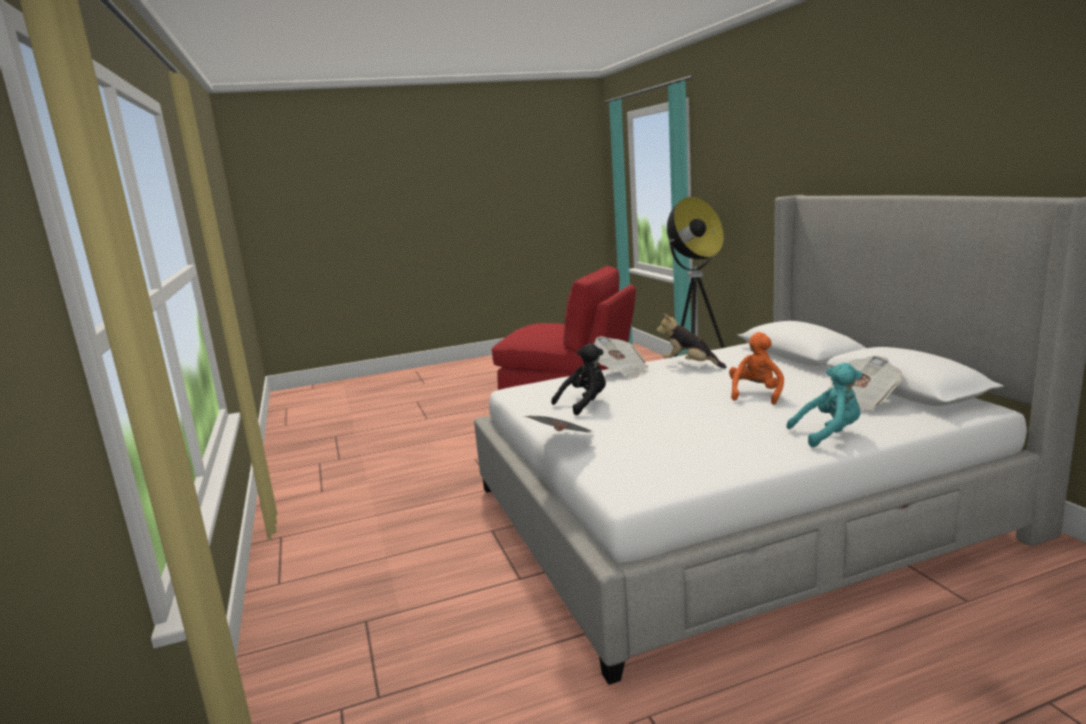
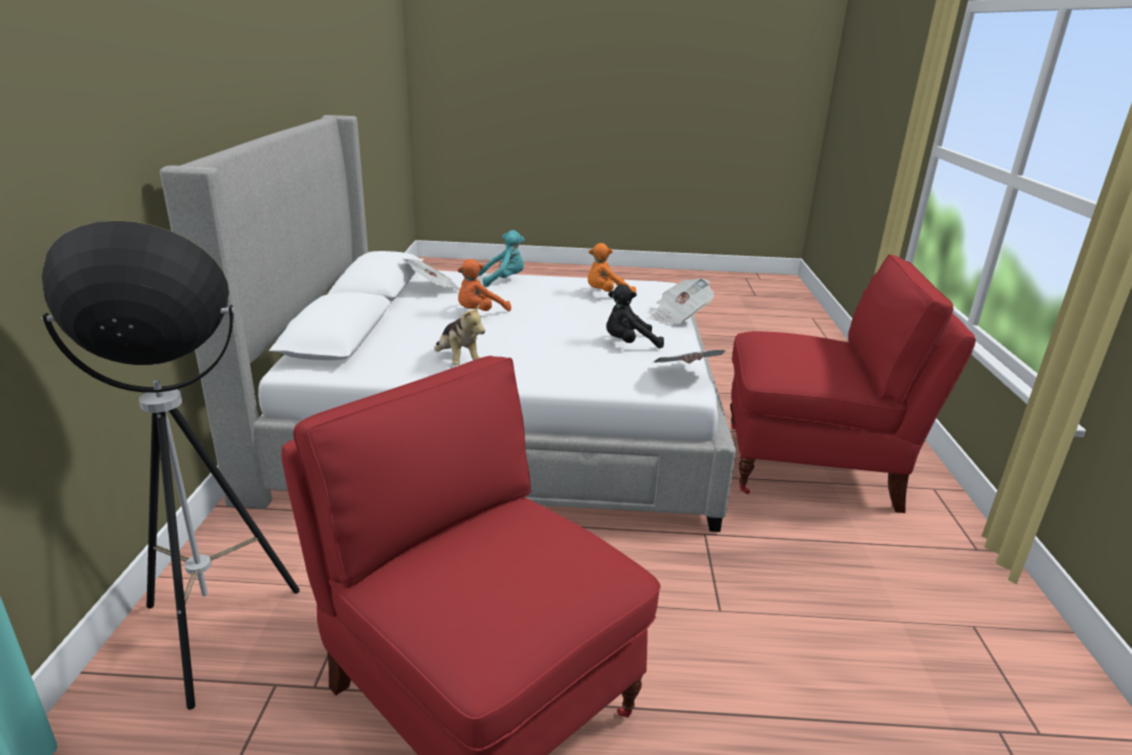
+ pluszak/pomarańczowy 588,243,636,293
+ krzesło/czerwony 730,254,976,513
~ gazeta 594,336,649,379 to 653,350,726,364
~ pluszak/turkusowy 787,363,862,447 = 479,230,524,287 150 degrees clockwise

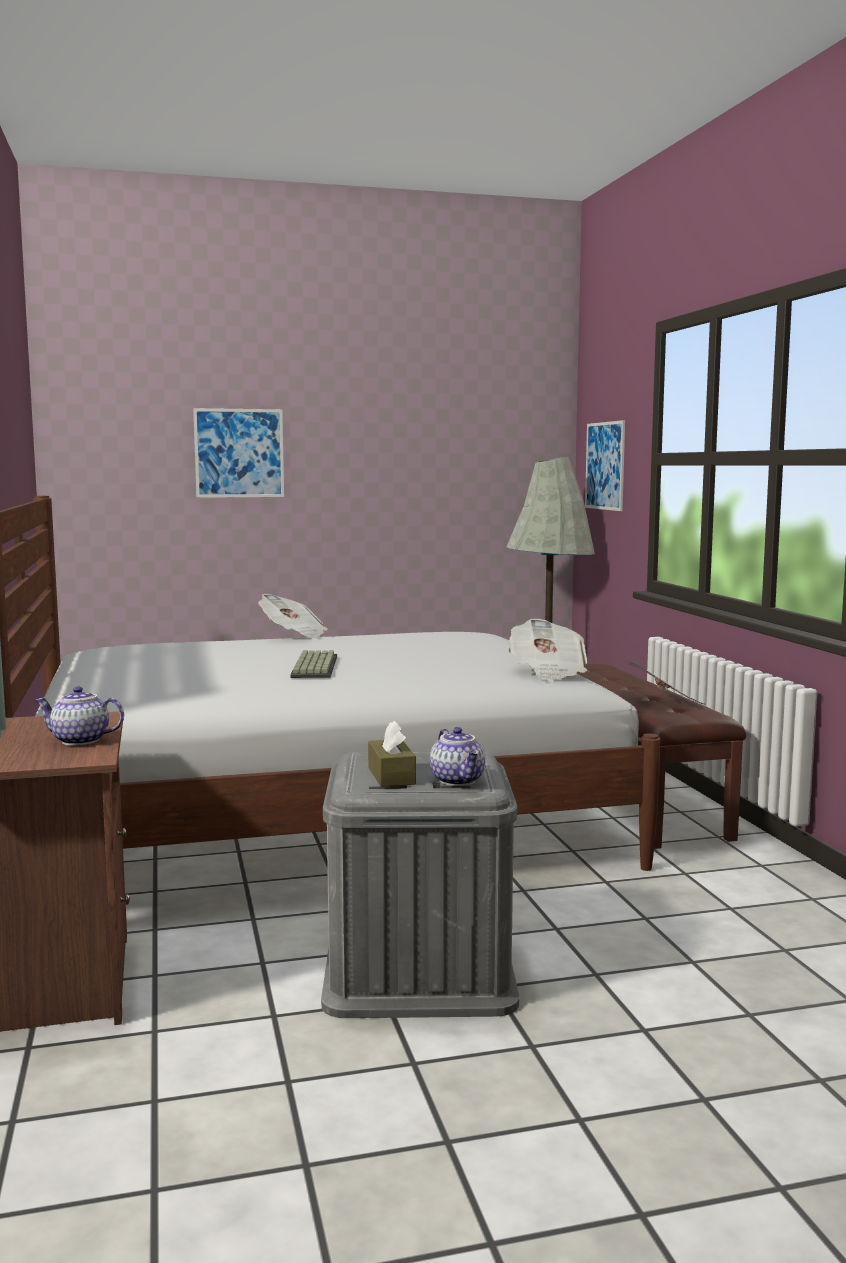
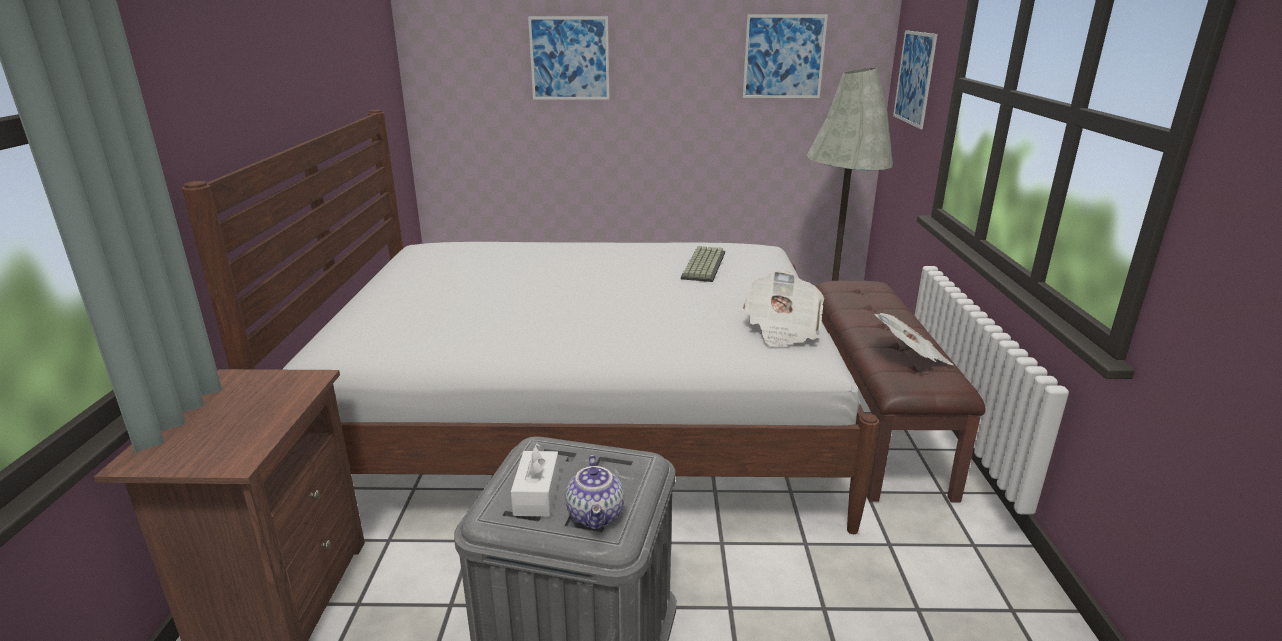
- imbryk 35,686,124,746
- gazeta 258,594,327,639
+ obraz 743,15,828,98
~ klawiatura 291,650,337,678 to 681,246,725,282
~ pudełko chusteczek/brązowy 368,721,416,787 to pudełko chusteczek/biały 511,443,559,517

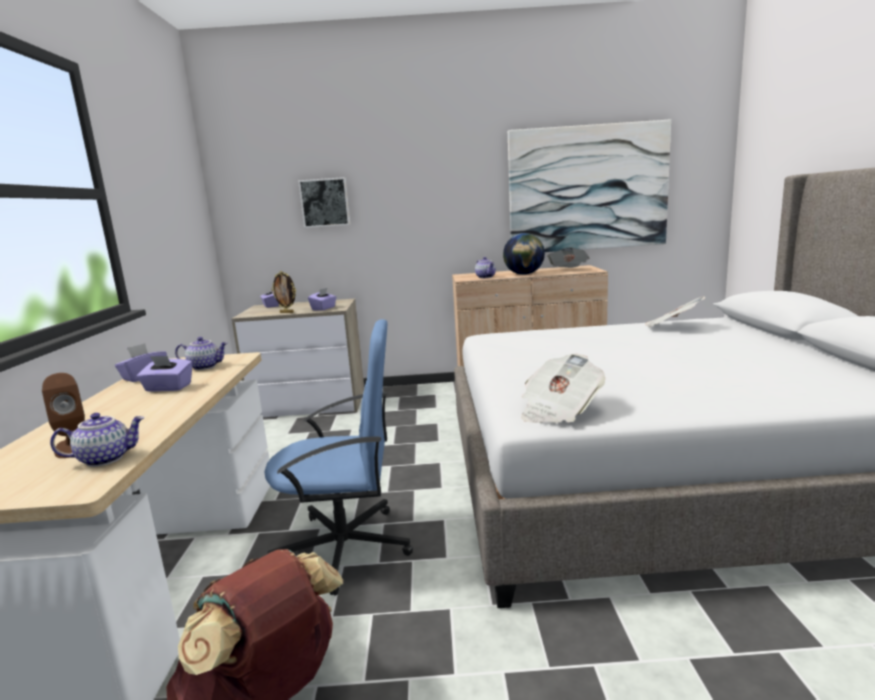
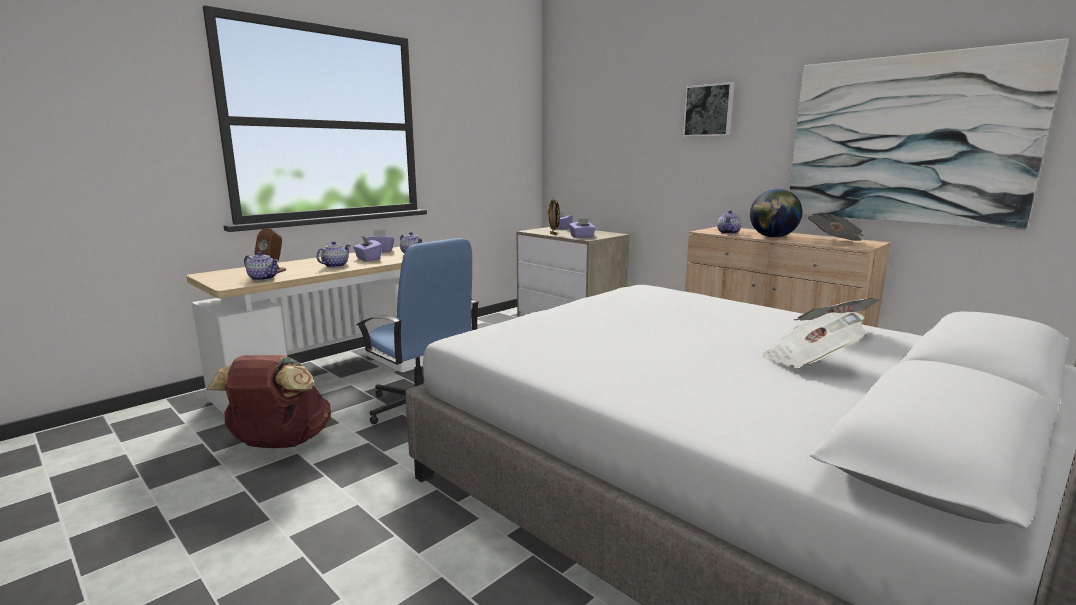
+ imbryk 316,241,350,268
~ obraz 298,177,350,228 to 683,82,734,137
~ gazeta 521,354,605,423 to 763,312,866,368

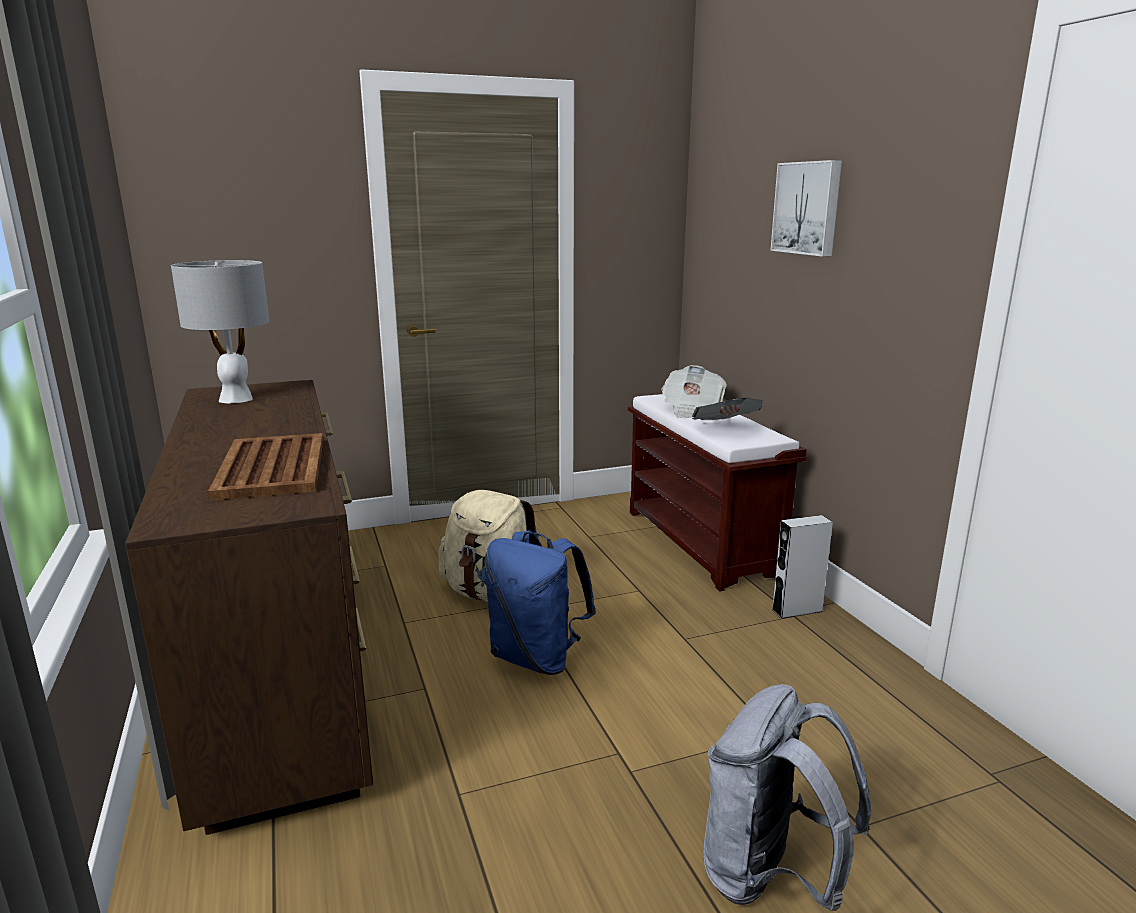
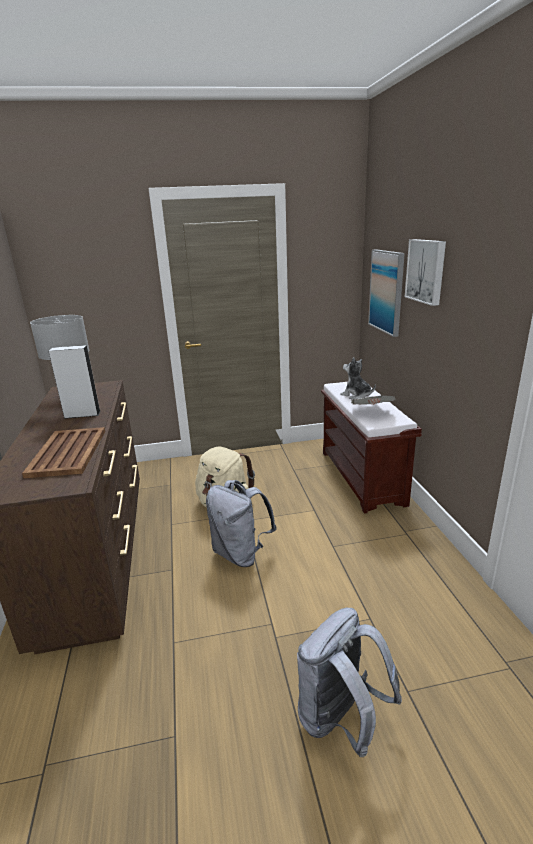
+ obraz 368,249,405,337
~ głośnik/szary 771,515,833,619 to 49,345,101,419
~ gazeta 661,365,727,418 to pluszak 340,357,376,399
~ plecak/niebieski 484,530,596,675 to plecak/szary 206,480,277,567

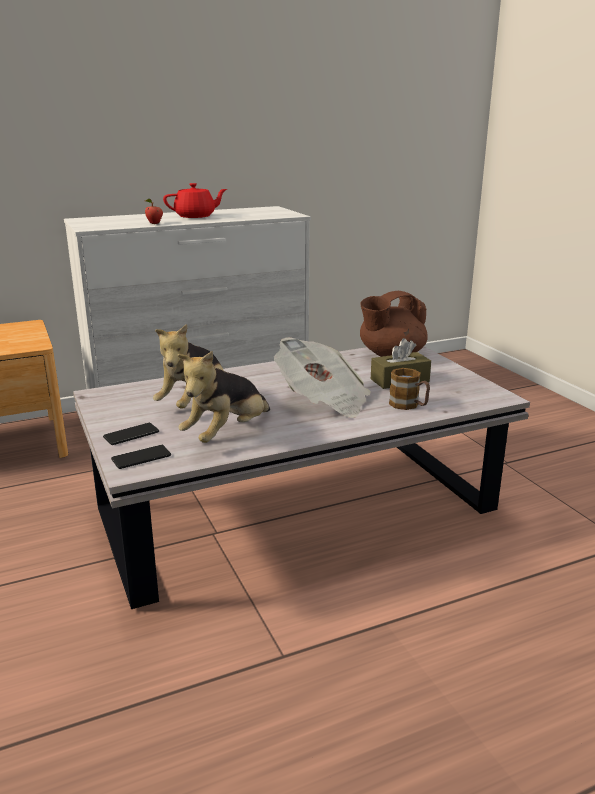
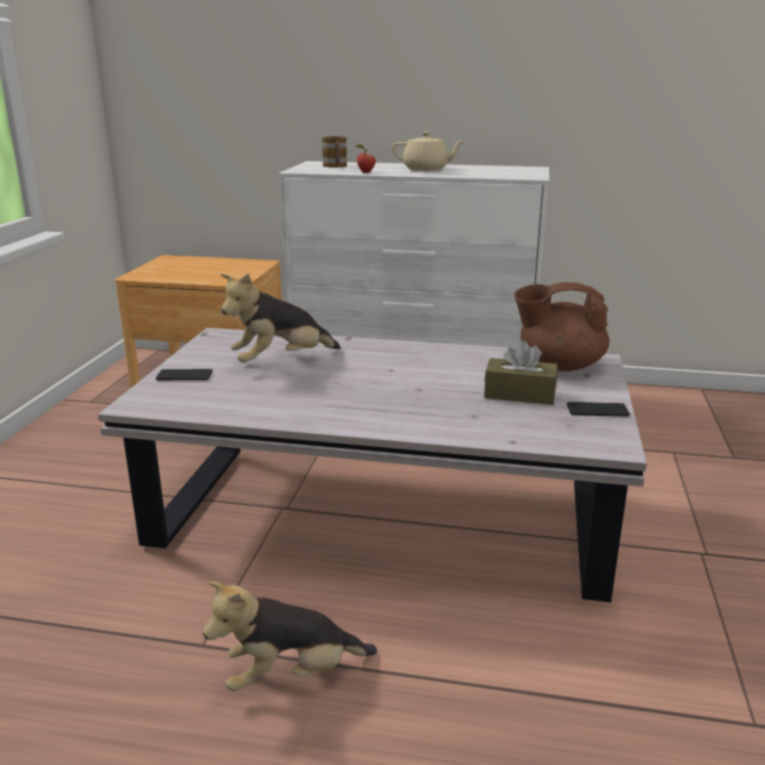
- gazeta 274,337,371,418
~ telefon 111,445,171,469 to 567,402,630,417
~ pluszak 178,351,270,443 to 203,581,377,691
~ kubek 389,368,430,410 to 322,136,347,168
~ imbryk/czerwony 163,183,227,218 to imbryk/beżowy 392,131,465,171

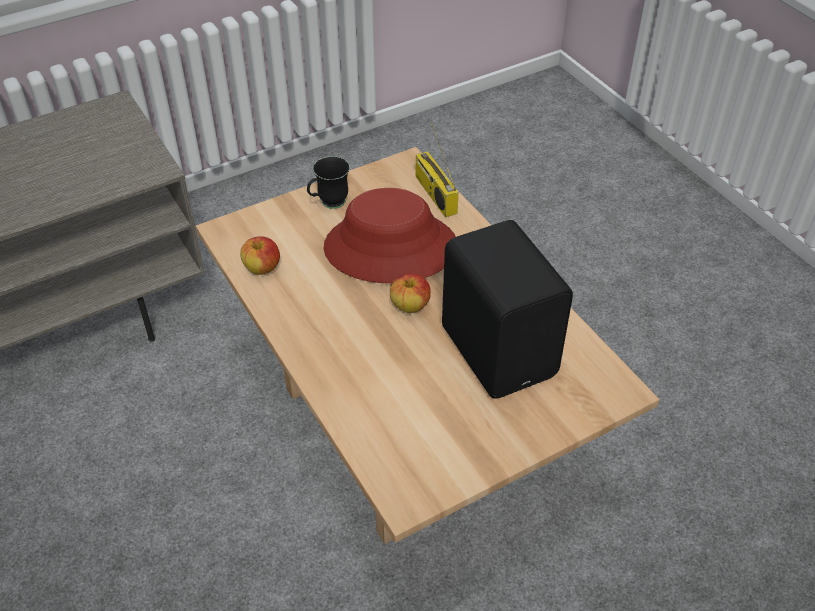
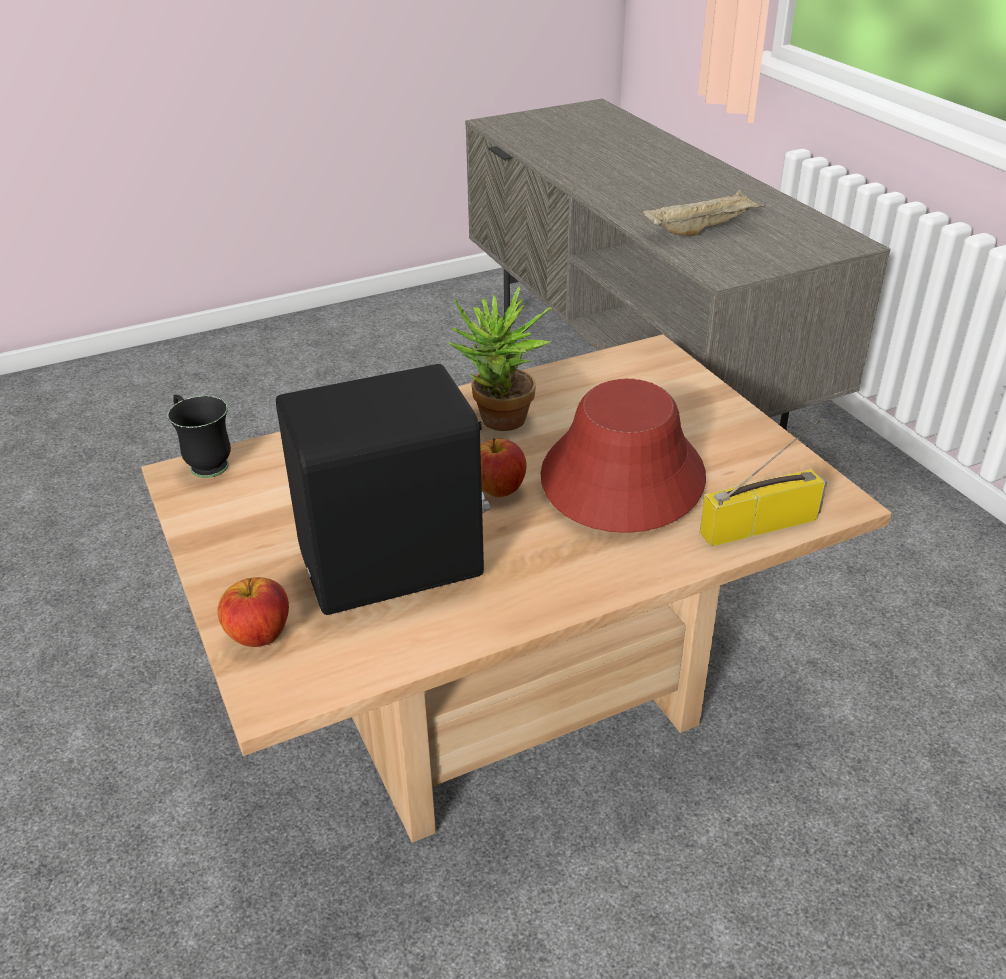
+ roślina doniczkowa 449,286,553,431
+ taca/beżowy 642,190,766,236
~ jabłko 240,236,280,275 to 217,577,289,647
~ kubek/czarny 307,156,350,209 to 167,394,231,478

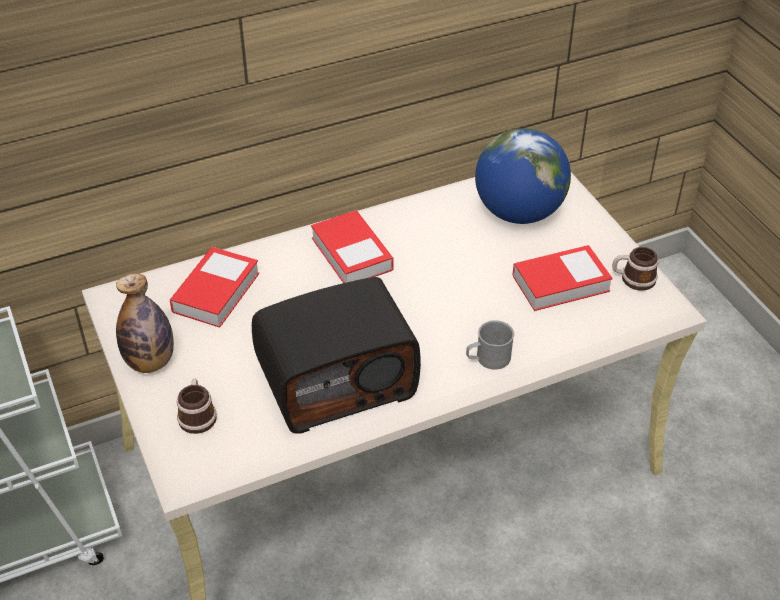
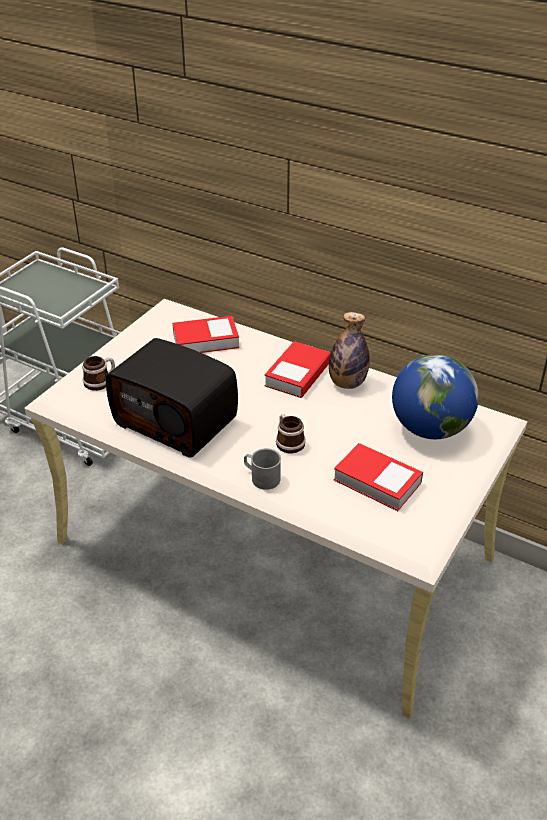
~ butelka 116,273,174,373 to 329,312,370,389
~ kubek 612,247,659,291 to 276,414,306,453

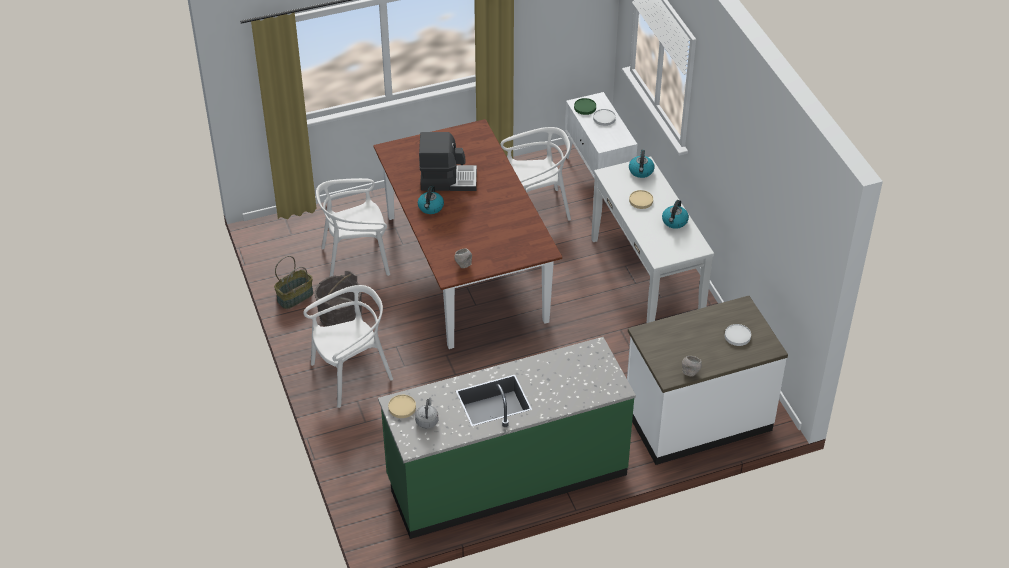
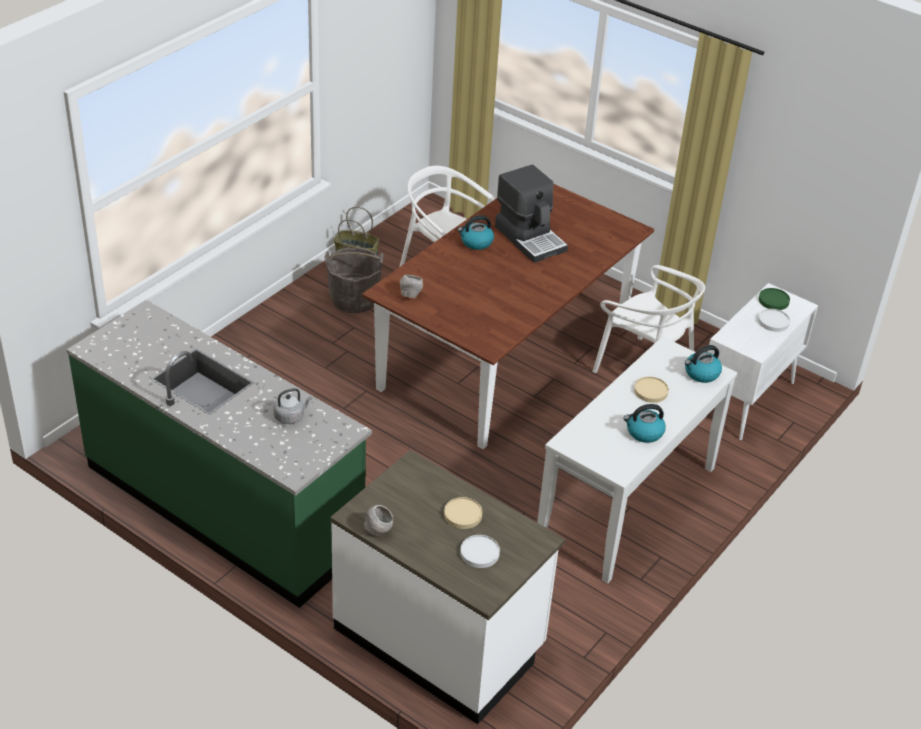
- krzesło/biały 303,285,393,408
~ talerz/beżowy 388,395,416,418 to 444,497,482,529
~ czajnik/szary 415,398,439,429 to 273,388,312,424

